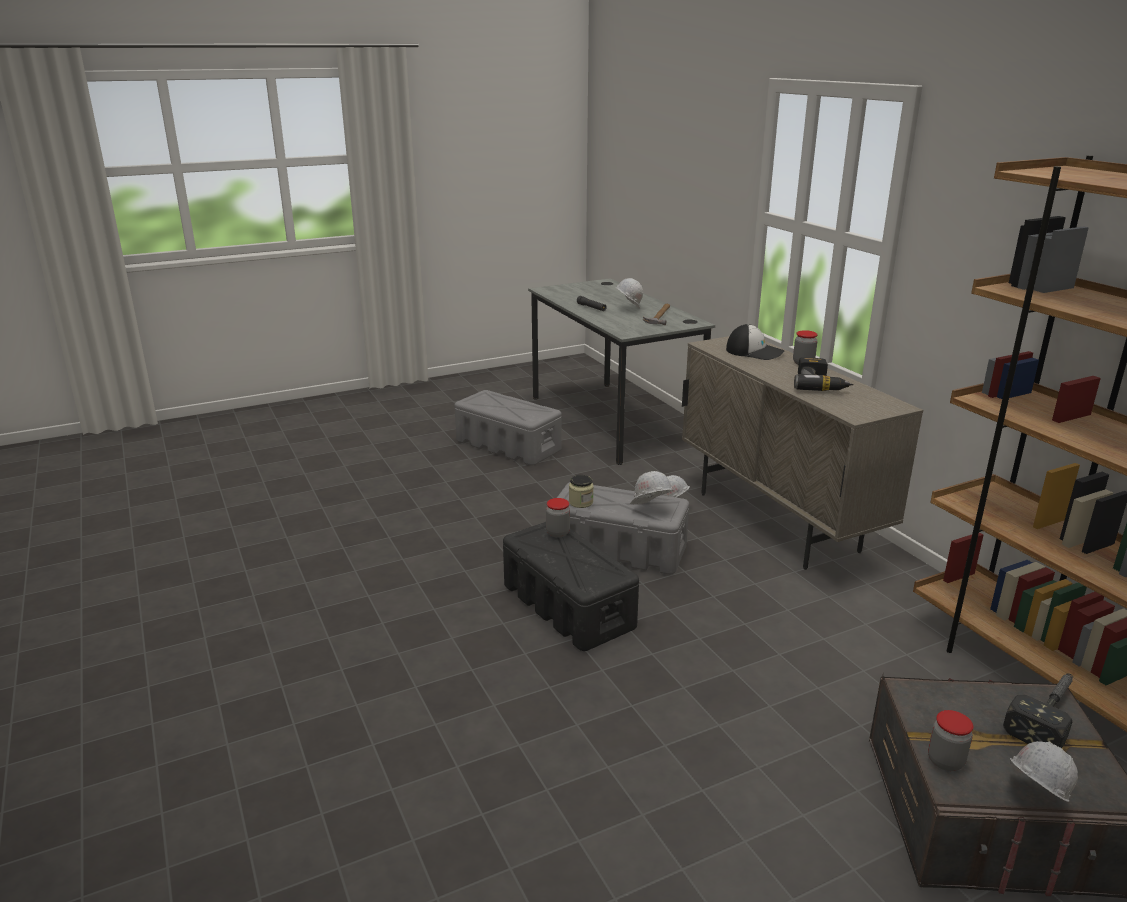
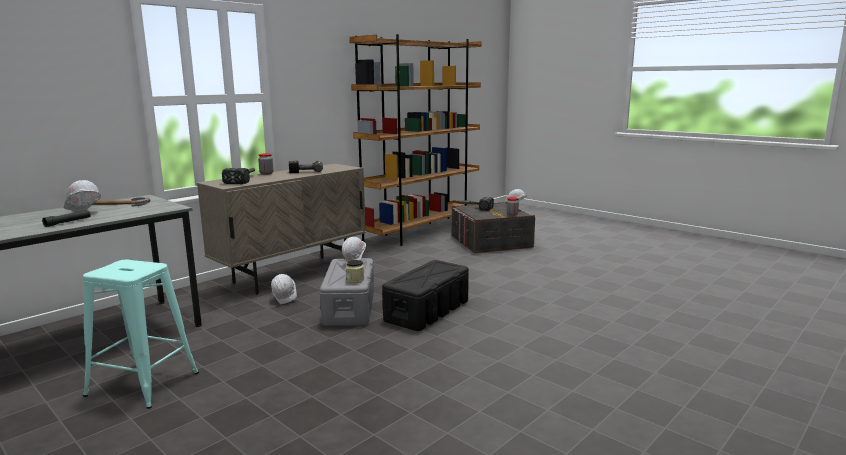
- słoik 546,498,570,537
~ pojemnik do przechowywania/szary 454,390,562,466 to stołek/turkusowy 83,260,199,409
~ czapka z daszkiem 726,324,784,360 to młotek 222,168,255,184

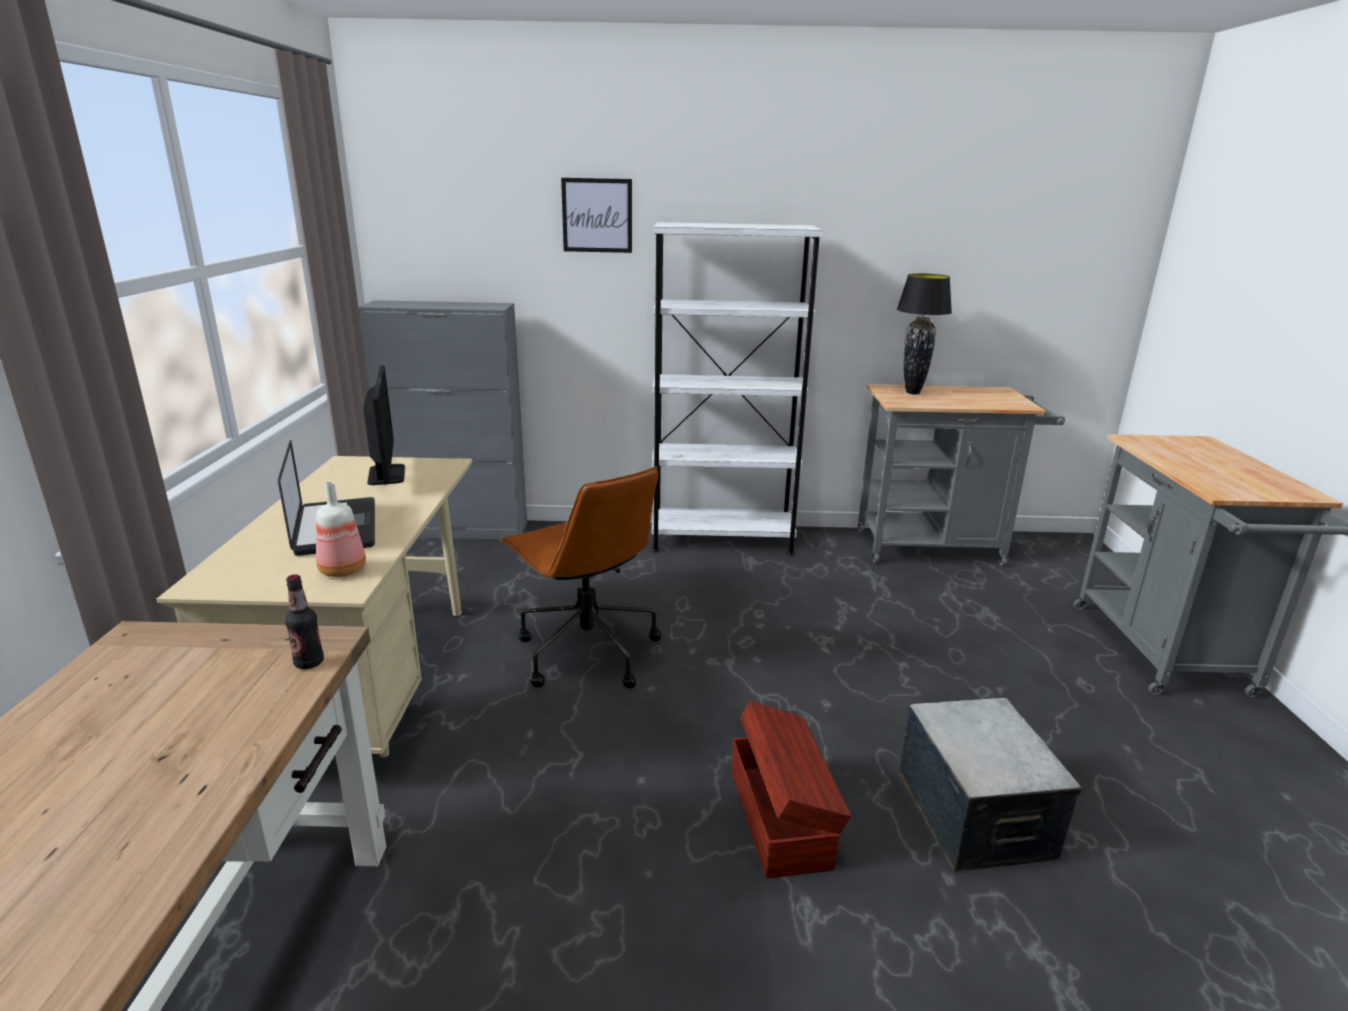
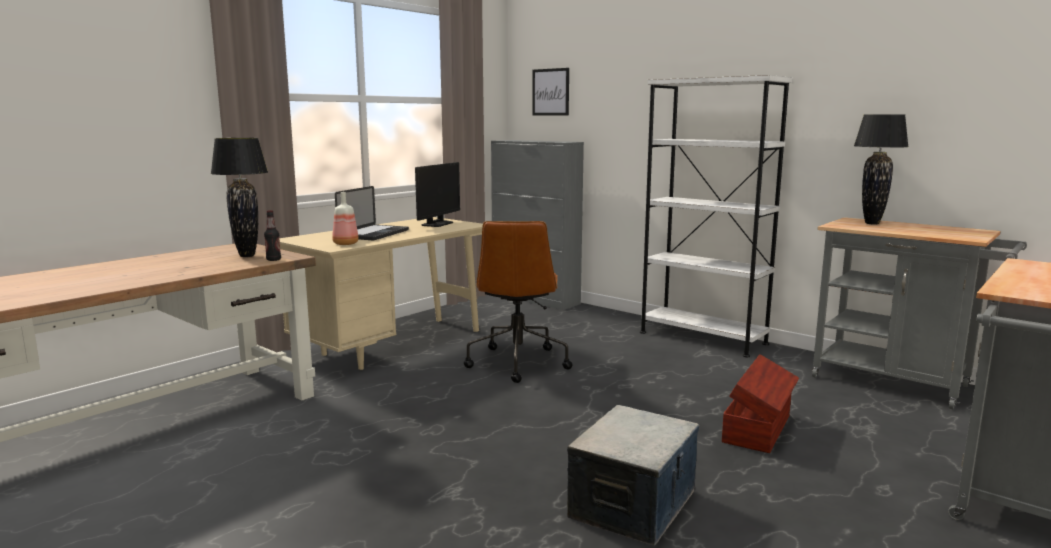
+ lampa stołowa/czarny 210,138,268,257
~ obraz 561,178,632,253 to 532,68,569,115
~ pojemnik do przechowywania/brązowy 731,701,851,878 to 722,354,799,453

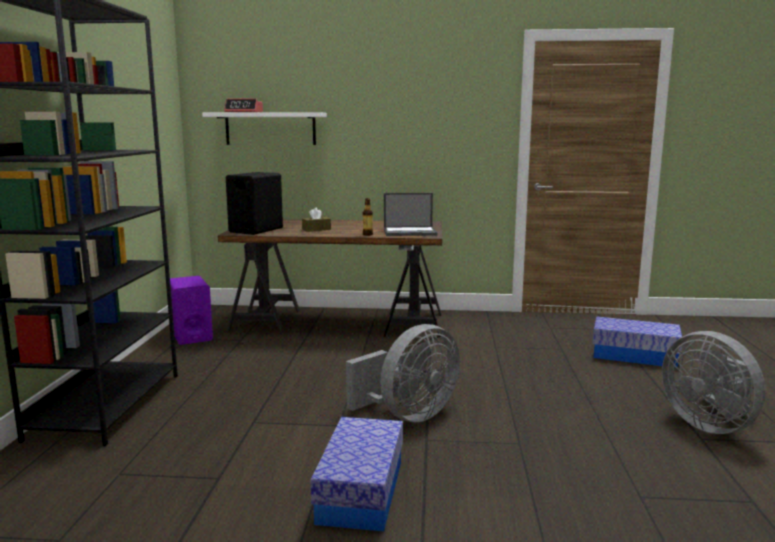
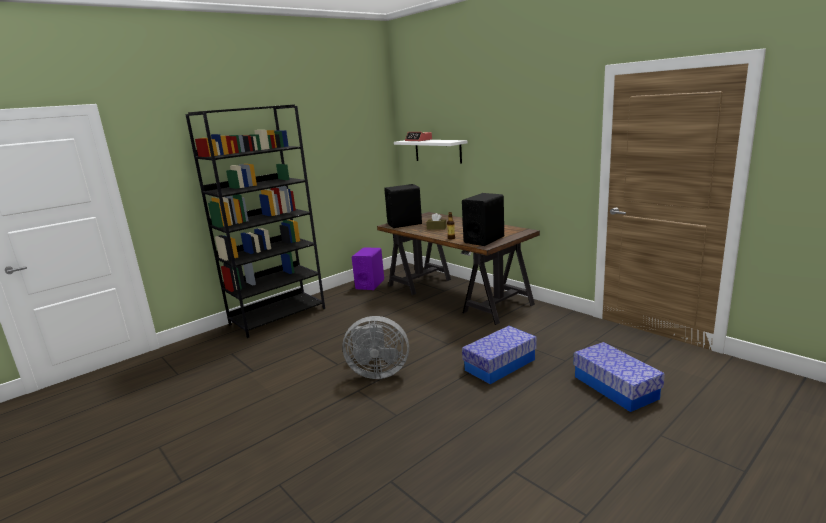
- wentylator/szary 662,331,766,434
~ pojemnik do przechowywania 310,417,403,532 to 462,326,537,384
~ laptop 384,193,437,236 to głośnik/czarny 462,193,504,246

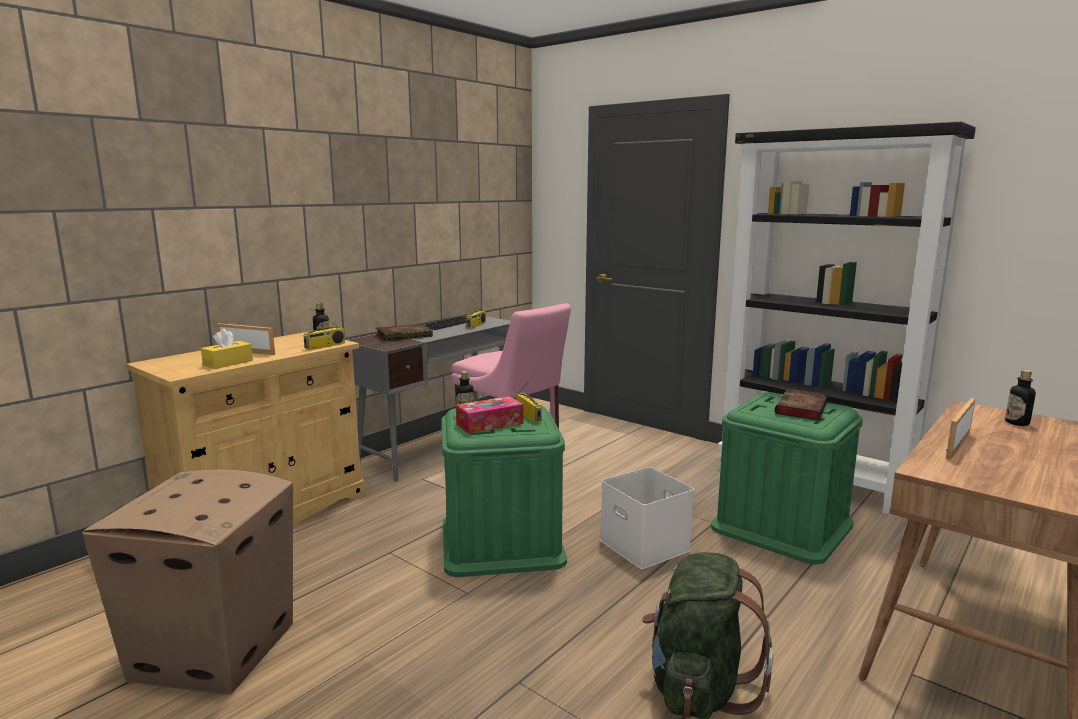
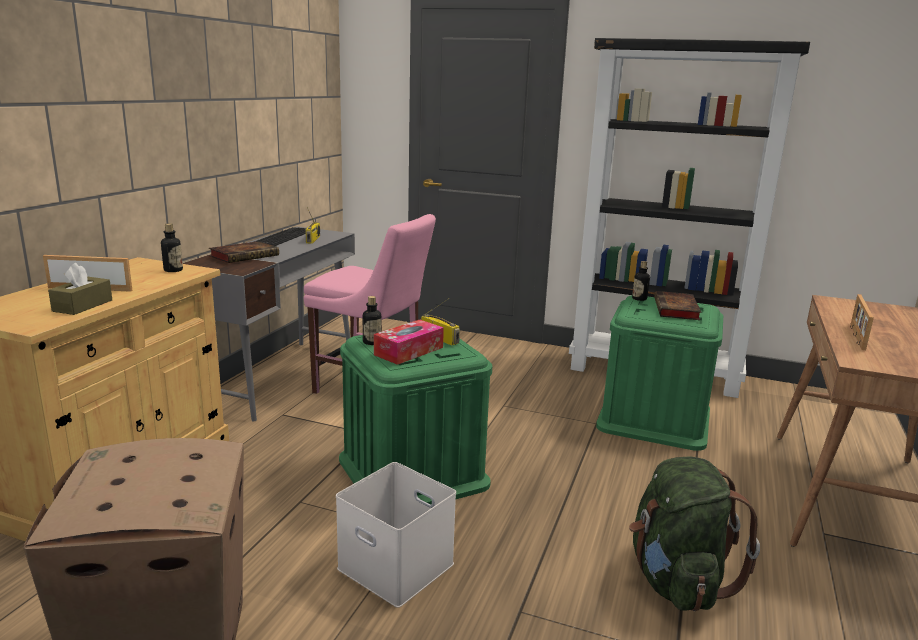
- radio 303,308,345,350
~ pojemnik do przechowywania/biały 600,467,694,569 to 336,462,456,607
~ butelka 1005,370,1036,426 to 632,261,650,301
~ pudełko chusteczek/żółty 201,328,253,369 to pudełko chusteczek/brązowy 48,263,112,315

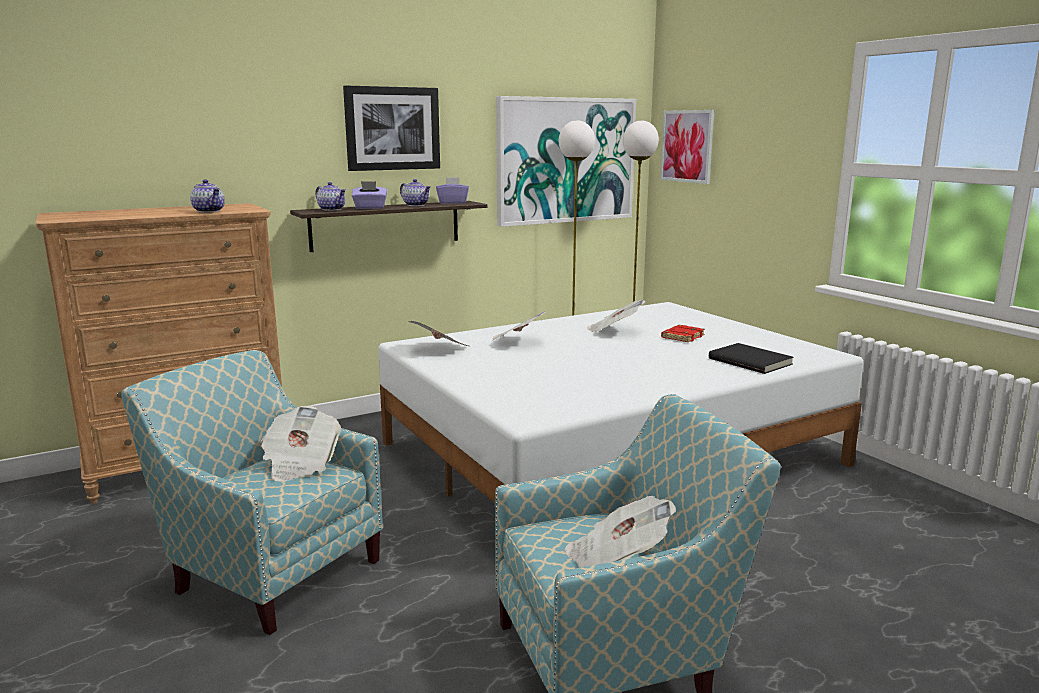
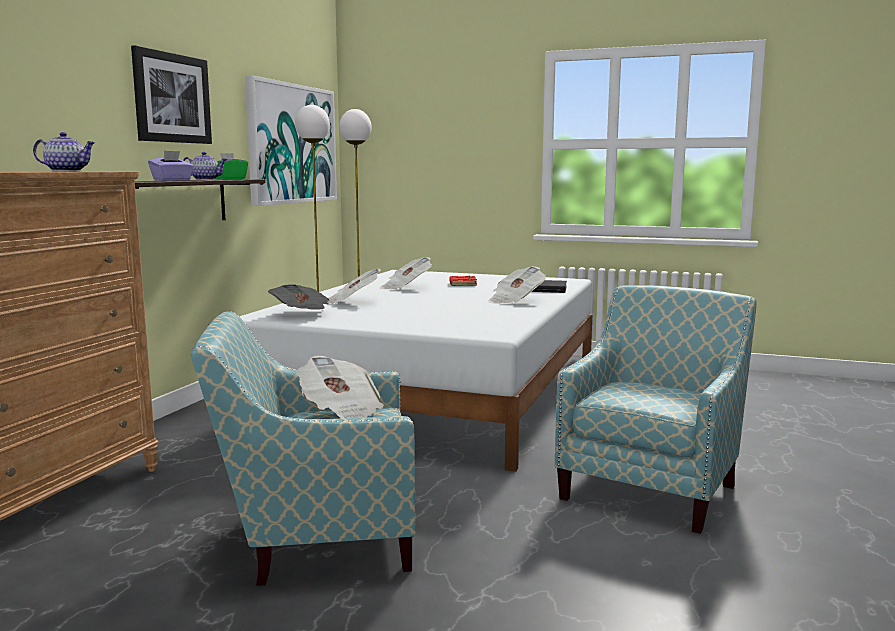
- imbryk 316,182,346,211
- obraz 660,110,714,184
~ gazeta 565,496,676,568 to 488,266,546,304
~ pudełko chusteczek/fioletowy 436,177,469,204 to pudełko chusteczek/zielony 215,153,248,179

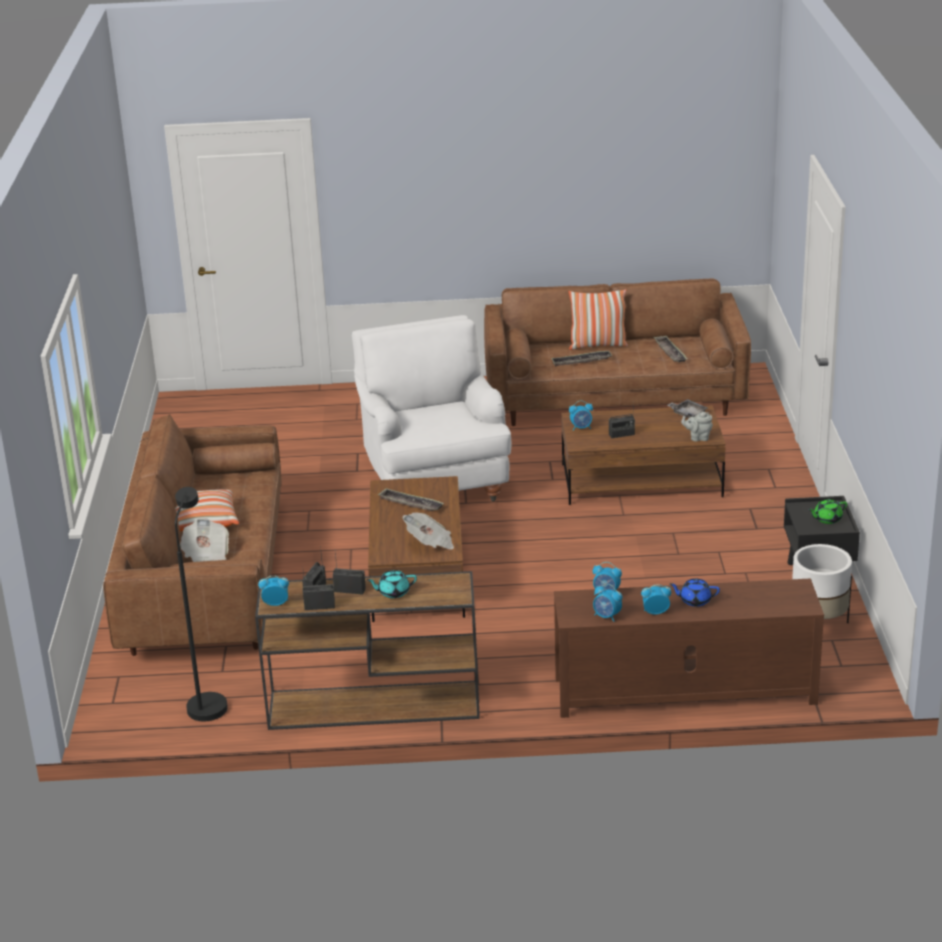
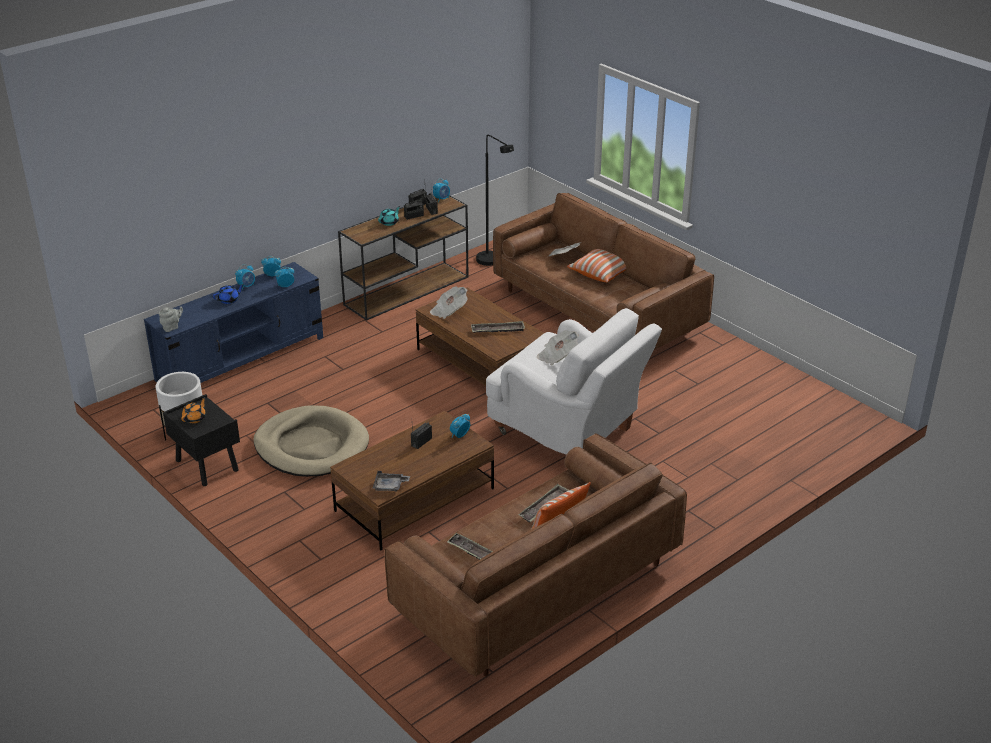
+ legowisko/beżowy 254,405,369,477
+ gazeta 537,330,579,365
~ imbryk/szary 681,412,713,441 to 159,306,183,332
~ szafka pod telewizor/brązowy 554,578,824,718 to szafka pod telewizor/niebieski 144,262,323,383
~ imbryk/zielony 808,499,847,524 to imbryk/pomarańczowy 181,397,206,423

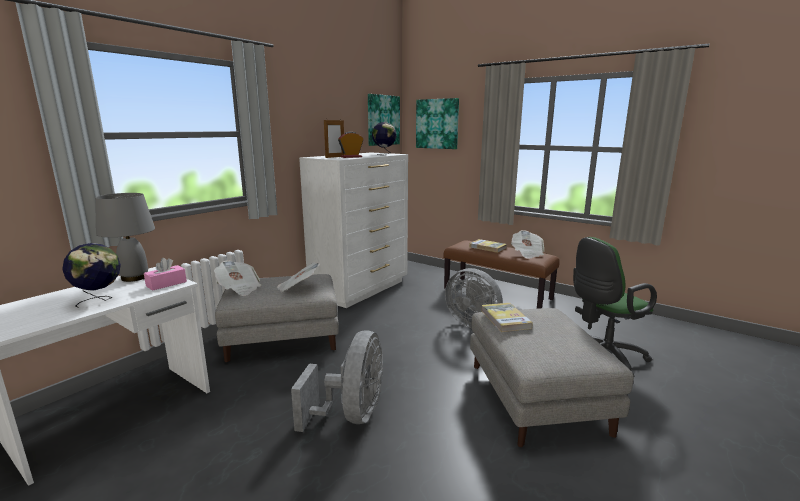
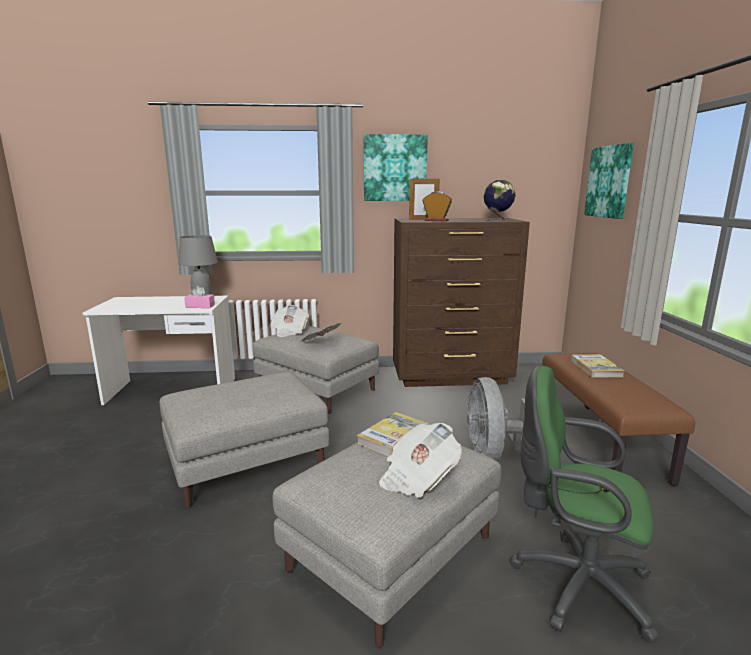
- globus 62,243,121,308
~ obraz 368,94,400,146 to 364,134,428,201
~ gazeta 511,230,544,259 to 379,423,462,498
~ wentylator/szary 291,330,383,432 to pufa/szary 160,372,330,508
~ komoda/biały 299,153,408,308 to komoda/brązowy 393,218,530,387

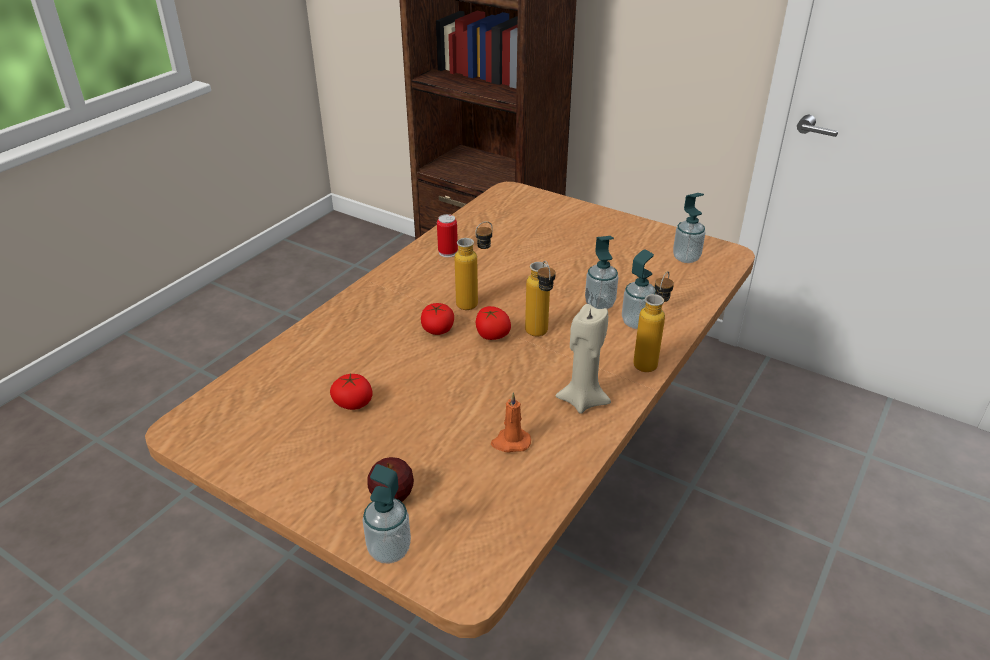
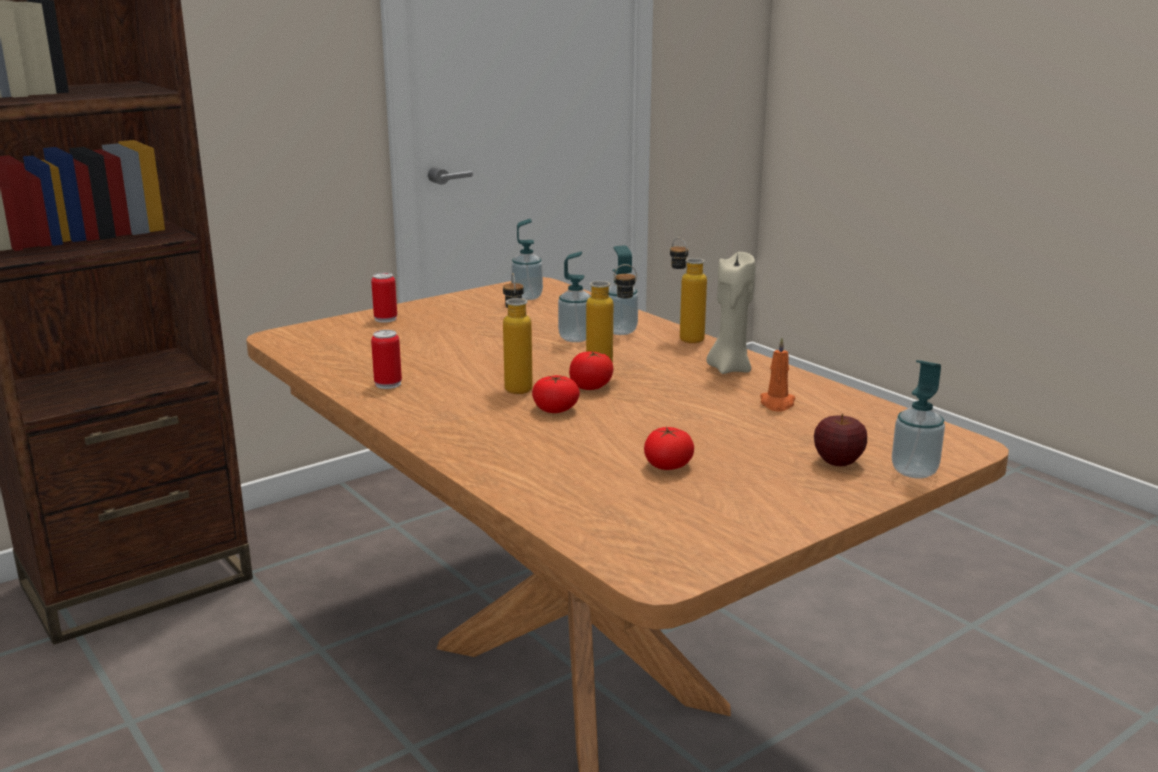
+ puszka 371,273,397,323

